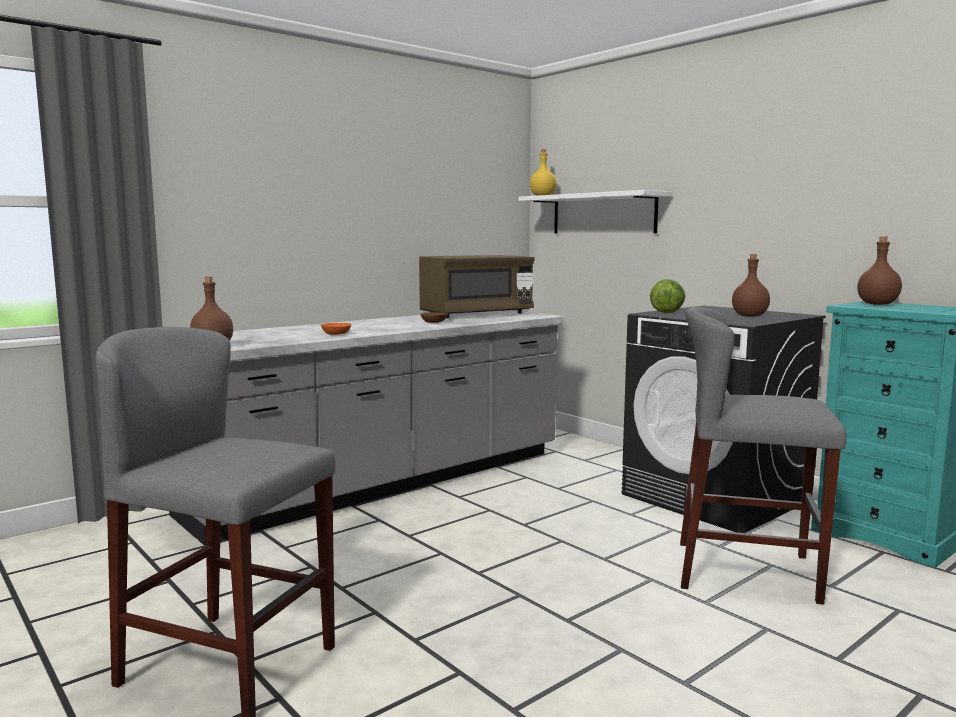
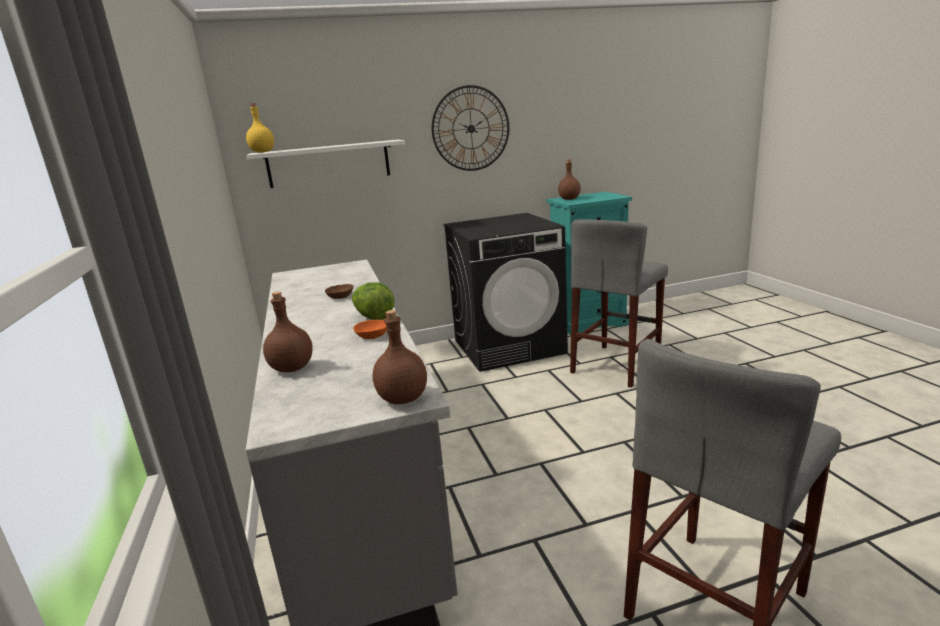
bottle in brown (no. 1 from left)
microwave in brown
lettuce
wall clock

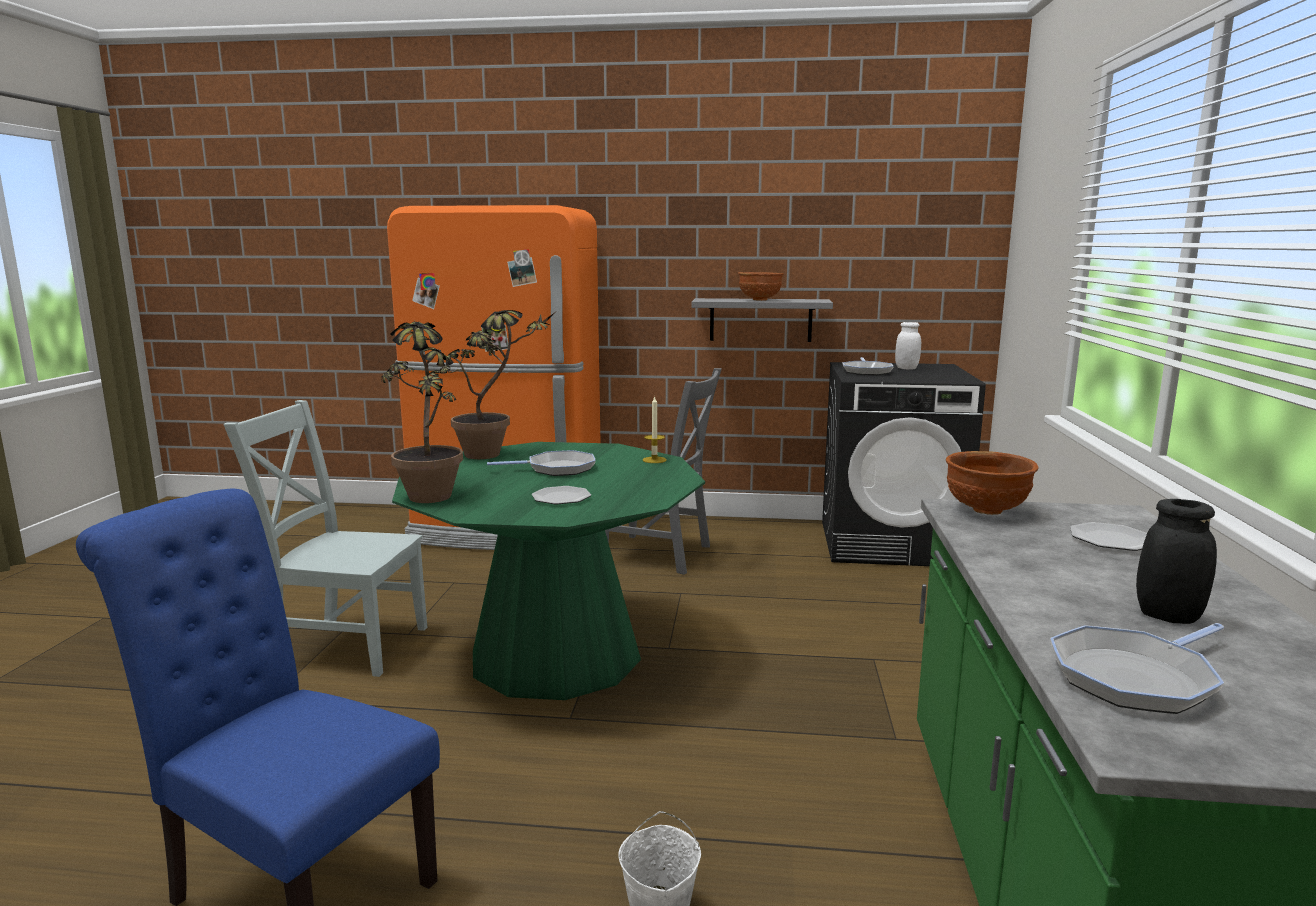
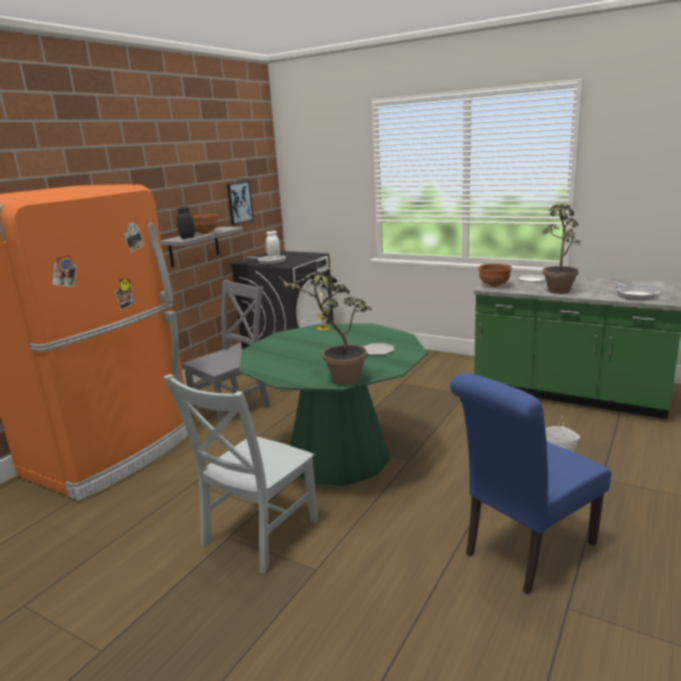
potted plant (no. 2 from left)
frying pan (no. 1 from left in the first image)
jar in black
picture

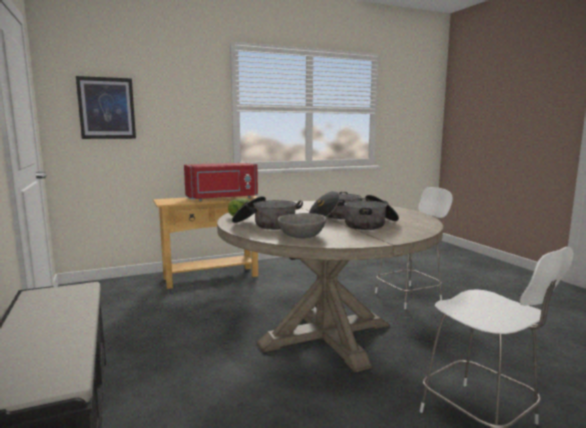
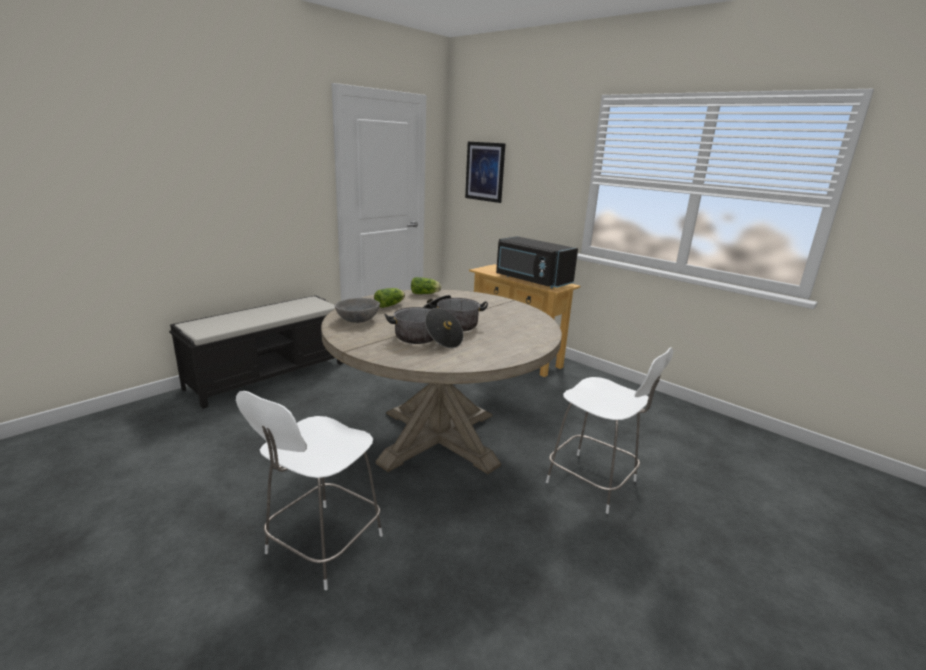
microwave in black
lettuce (no. 1 from left)

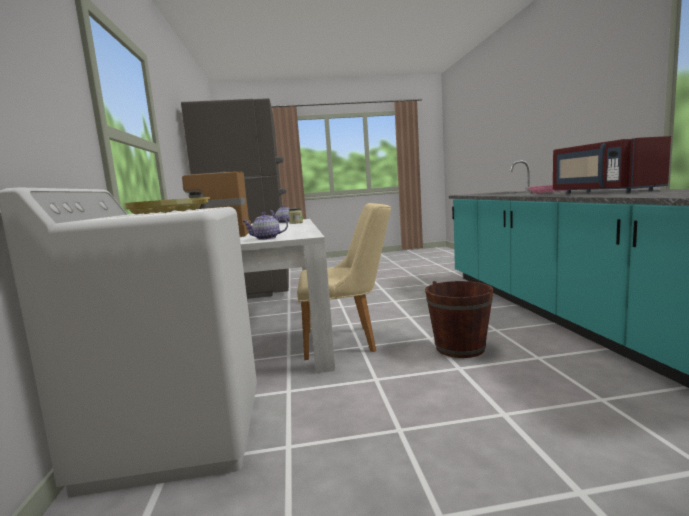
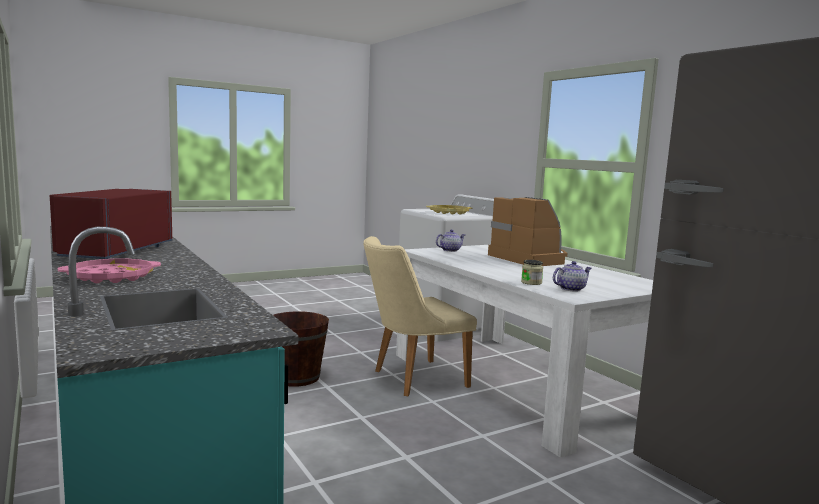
microwave in red

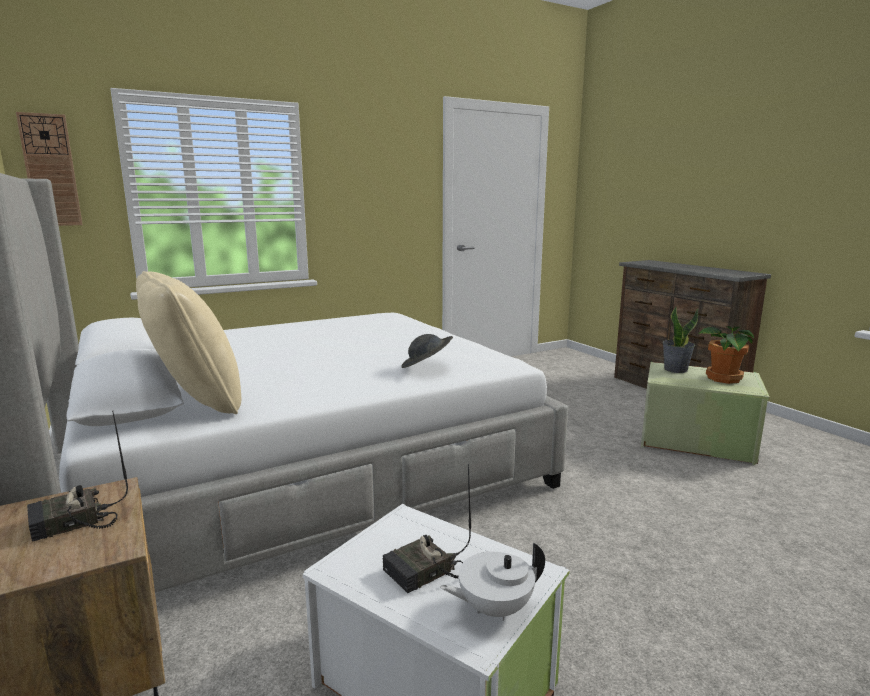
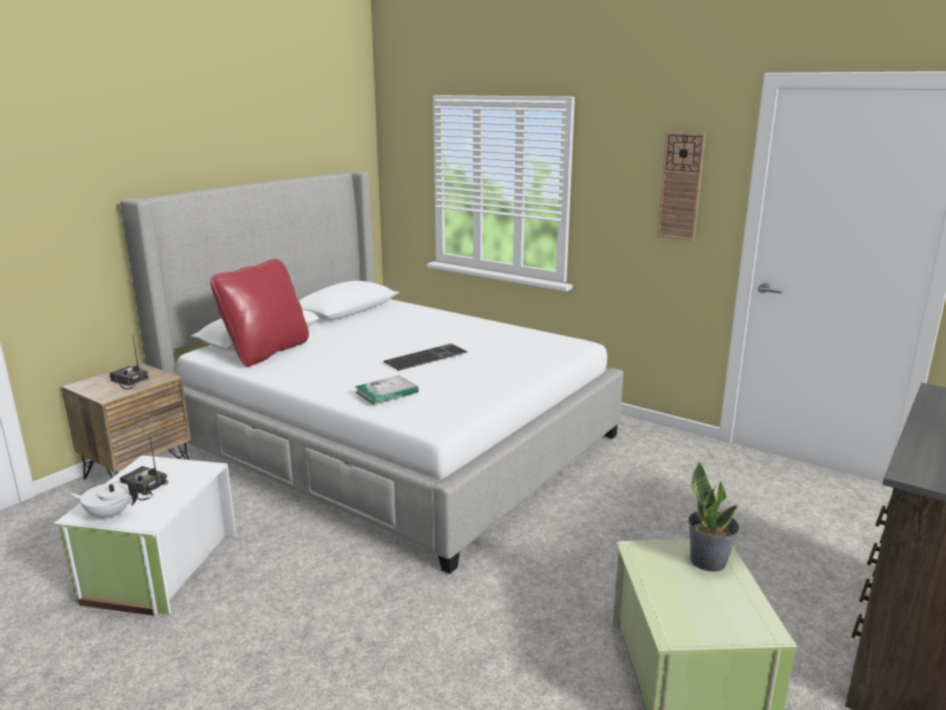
wall clock
pillow in red
potted plant (no. 2 from left in the first image)
book
teapot in white
keyboard

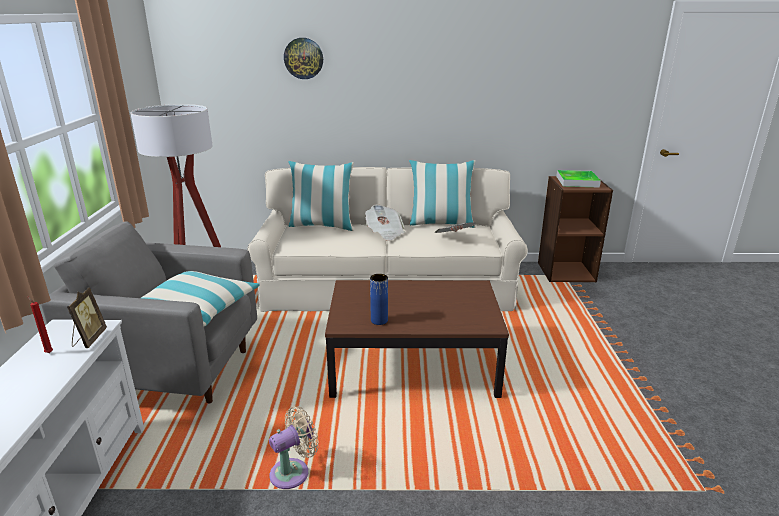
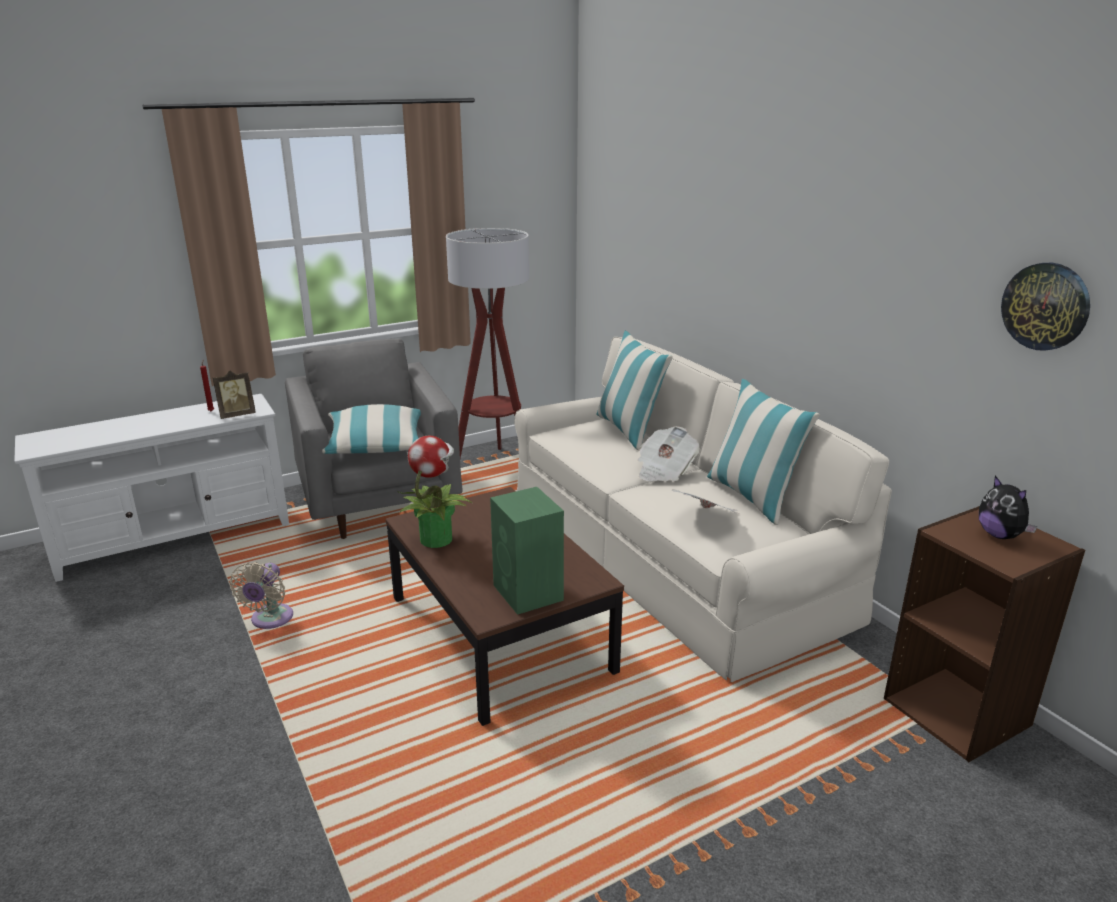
wall clock
plush toy
potted plant
fan in beige
speaker in green

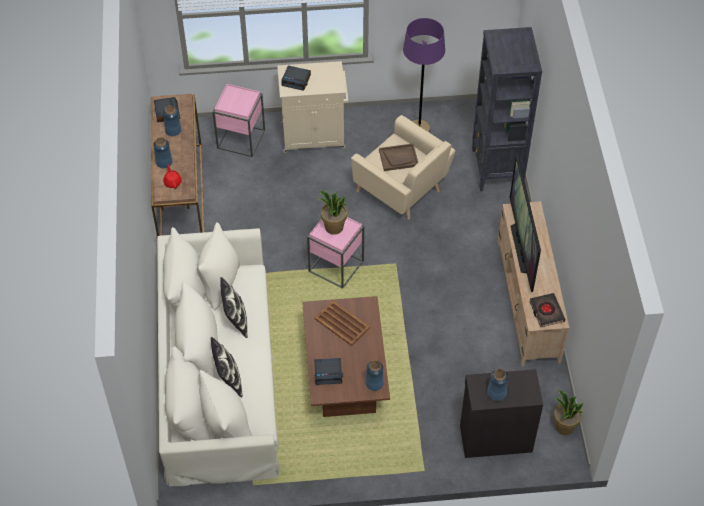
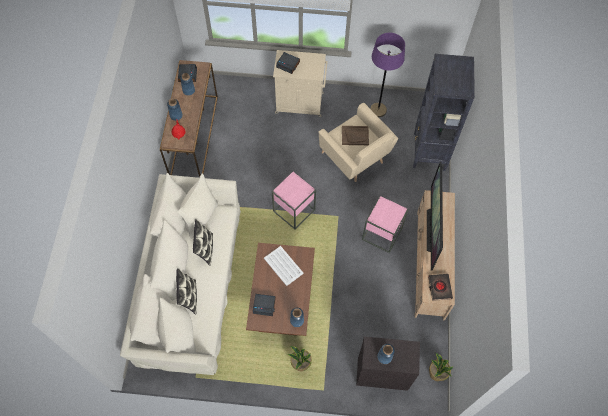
side table in pink (no. 2 from left)
potted plant (no. 1 from left)
tray in white

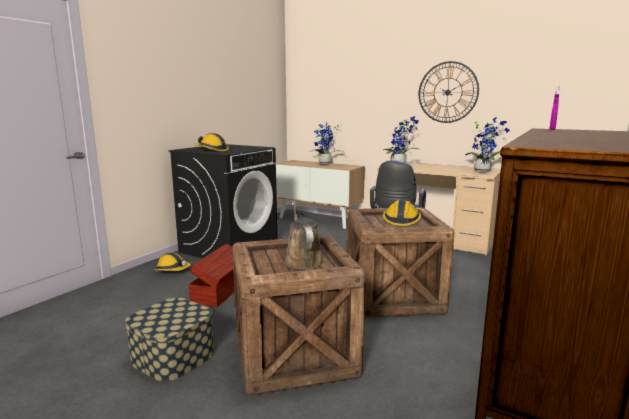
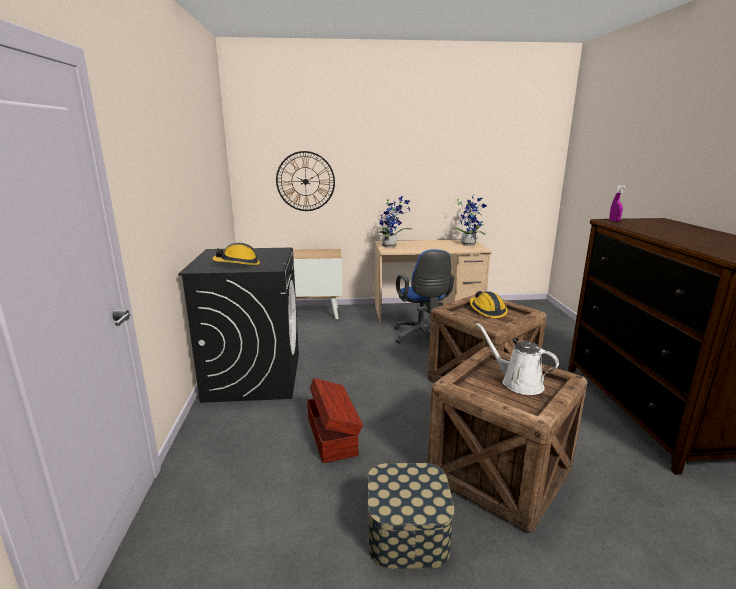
wall clock
potted plant (no. 1 from left in the first image)
watering can in white
hard hat (no. 1 from left in the first image)

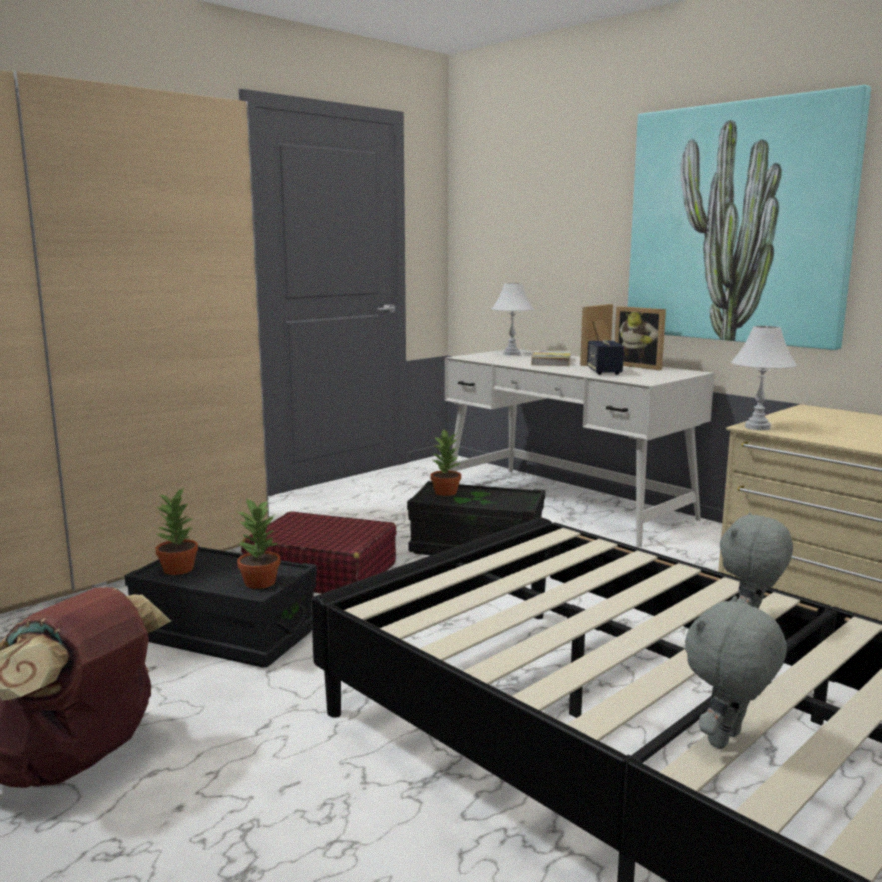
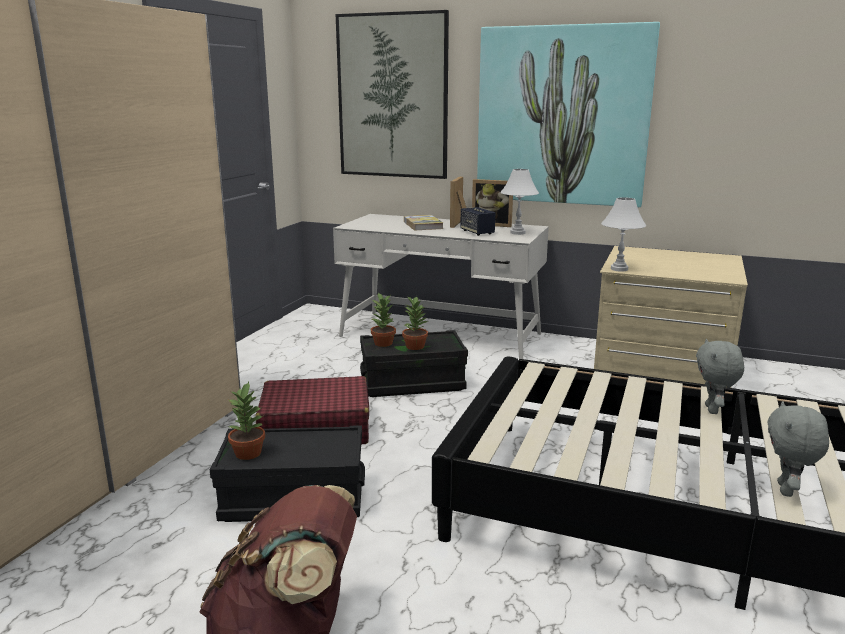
table lamp in white (no. 1 from left)
potted plant (no. 3 from left)
picture (no. 1 from left)

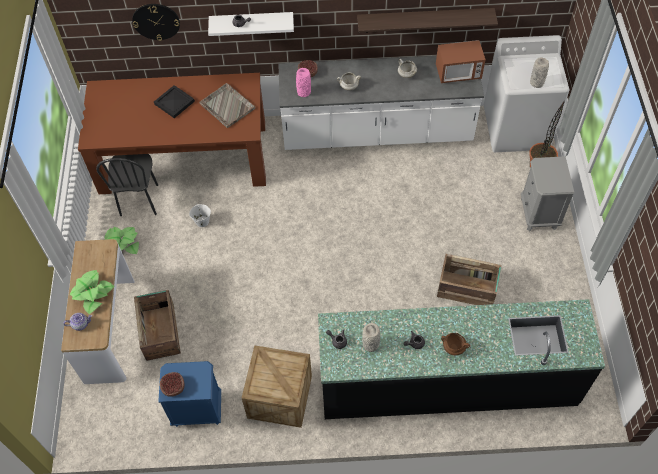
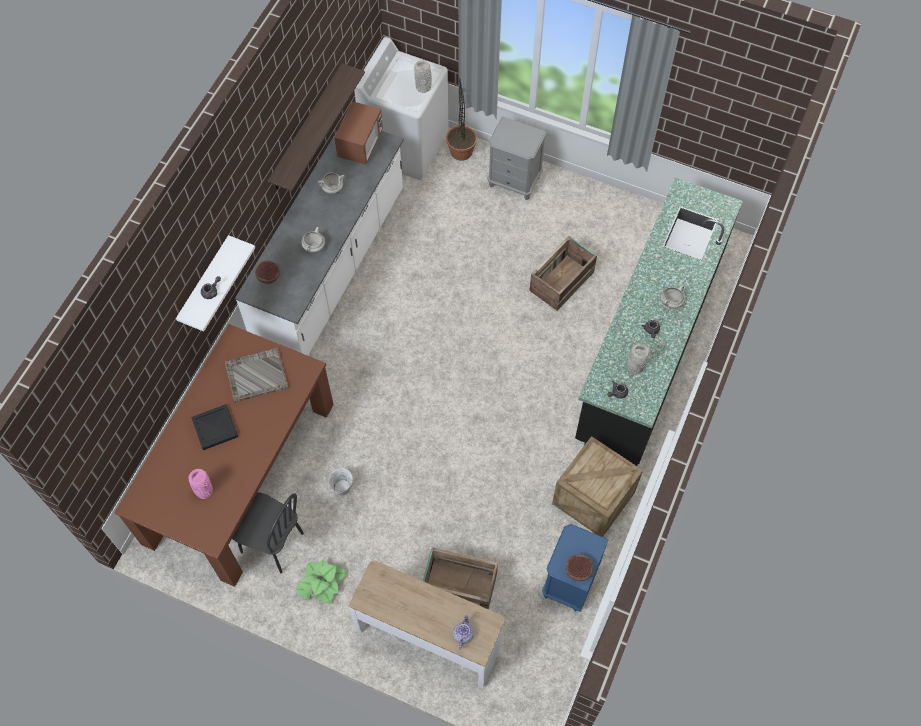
wall clock
vase in pink
potted plant (no. 1 from left in the first image)
cooking pot in white (no. 3 from left)

